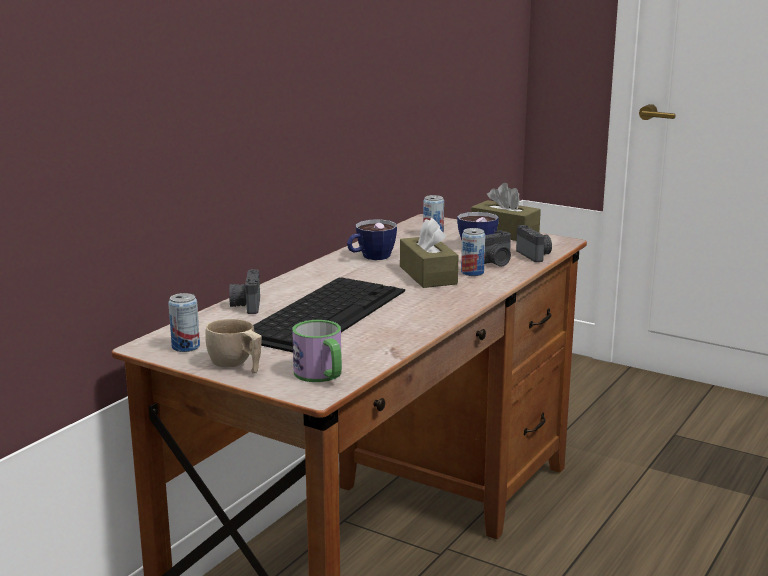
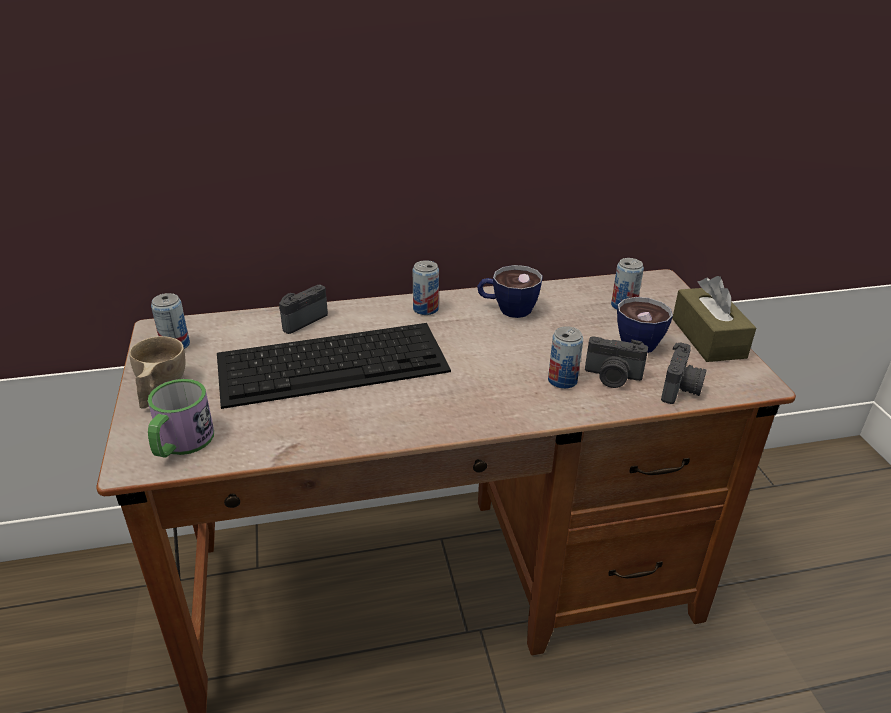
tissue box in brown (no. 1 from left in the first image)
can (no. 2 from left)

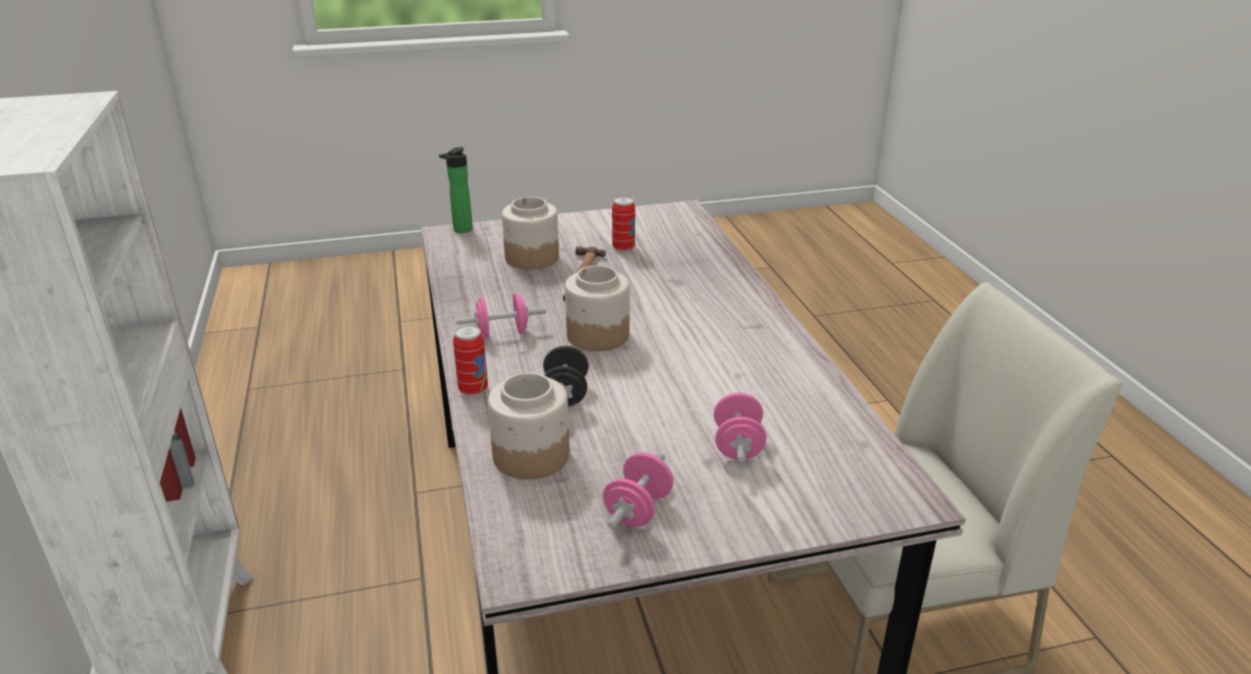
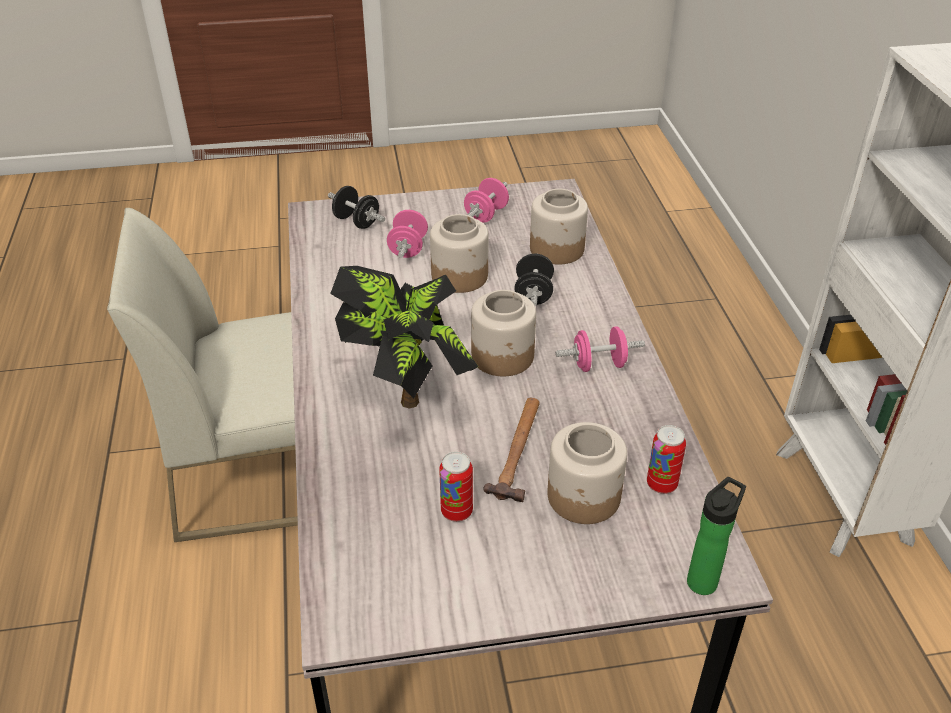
can (no. 2 from left)
dumbbell in black (no. 1 from left)
jar (no. 1 from left)
potted plant

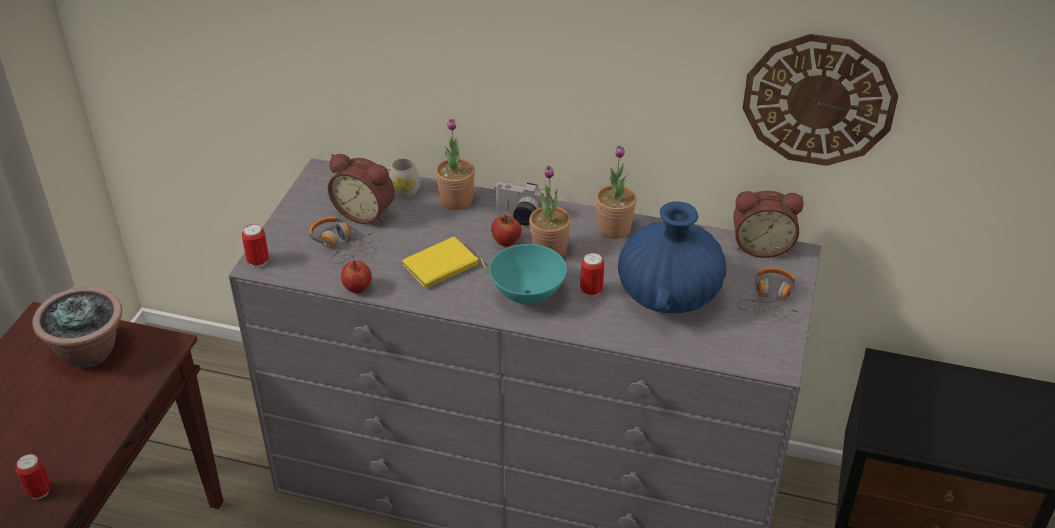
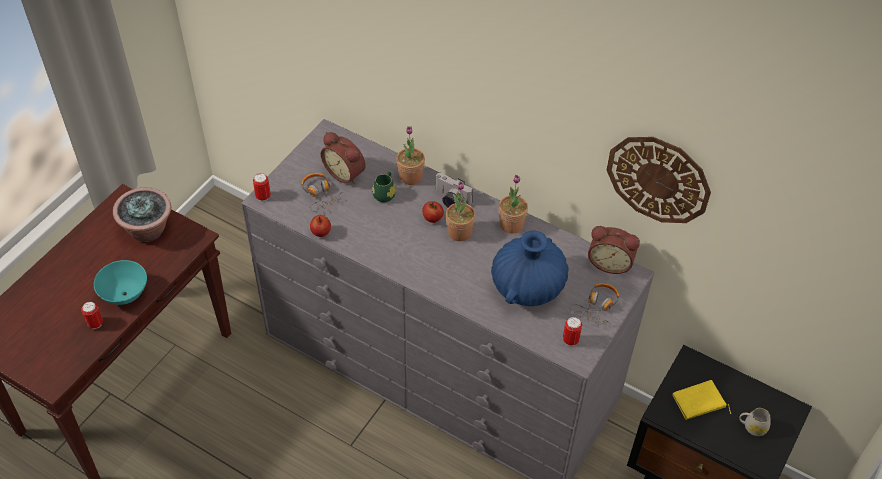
mug in white
book in yellow
bowl in turquoise
can (no. 3 from left)
mug in green

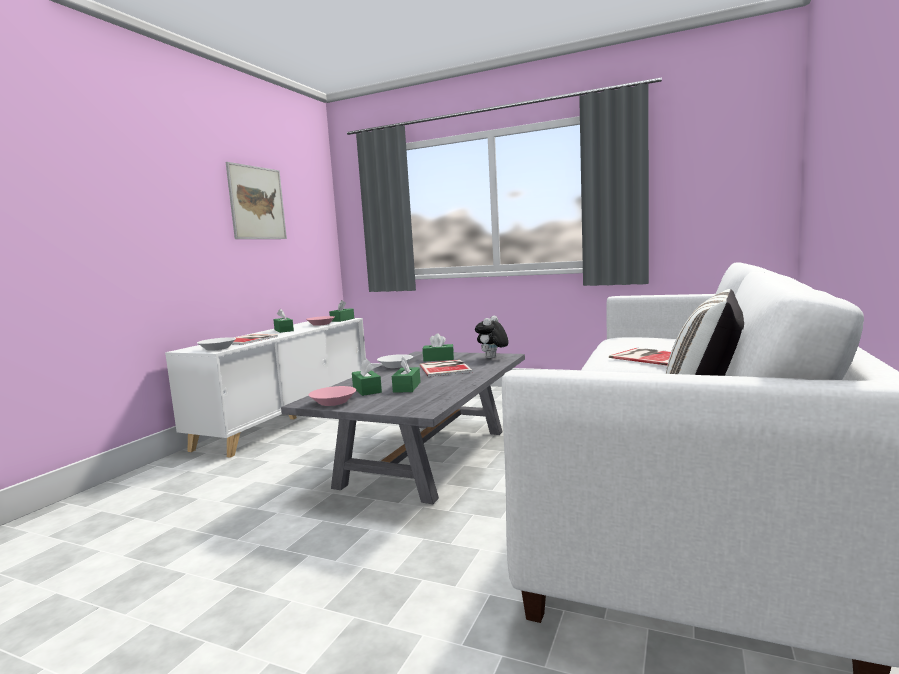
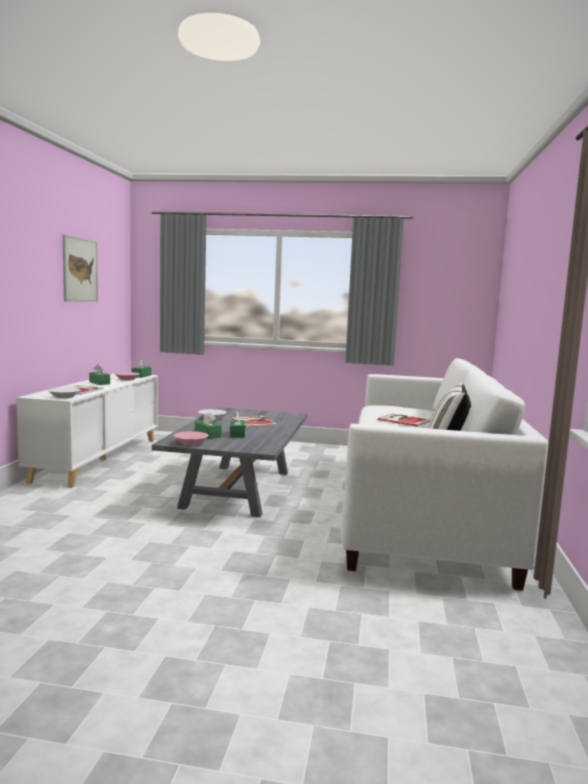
plush toy
tissue box in green (no. 5 from left in the first image)

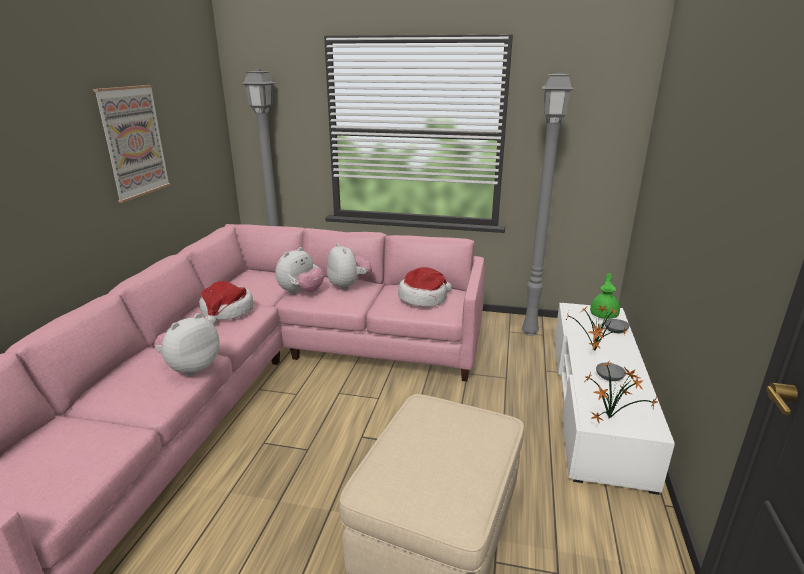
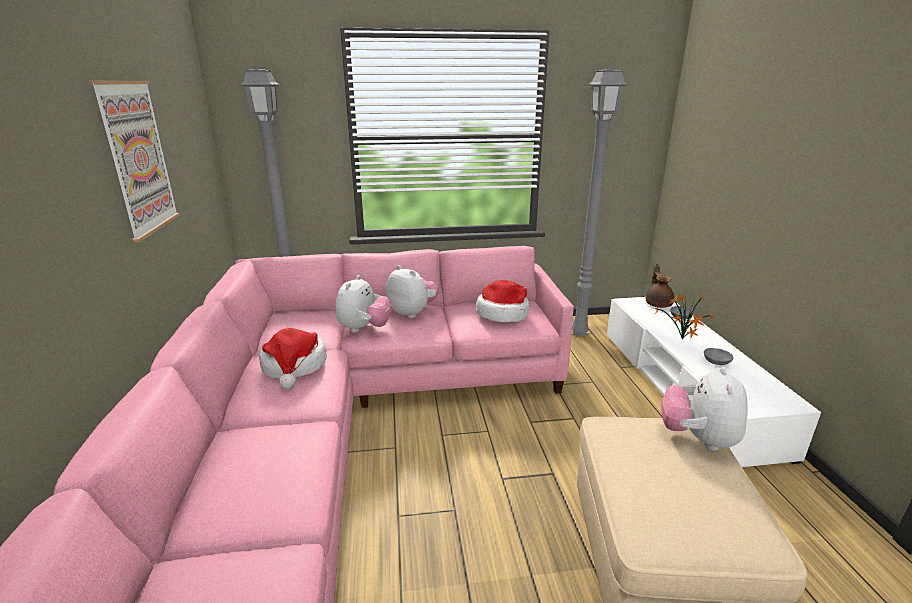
teapot in brown
plush toy (no. 3 from left)
potted plant (no. 2 from left in the first image)

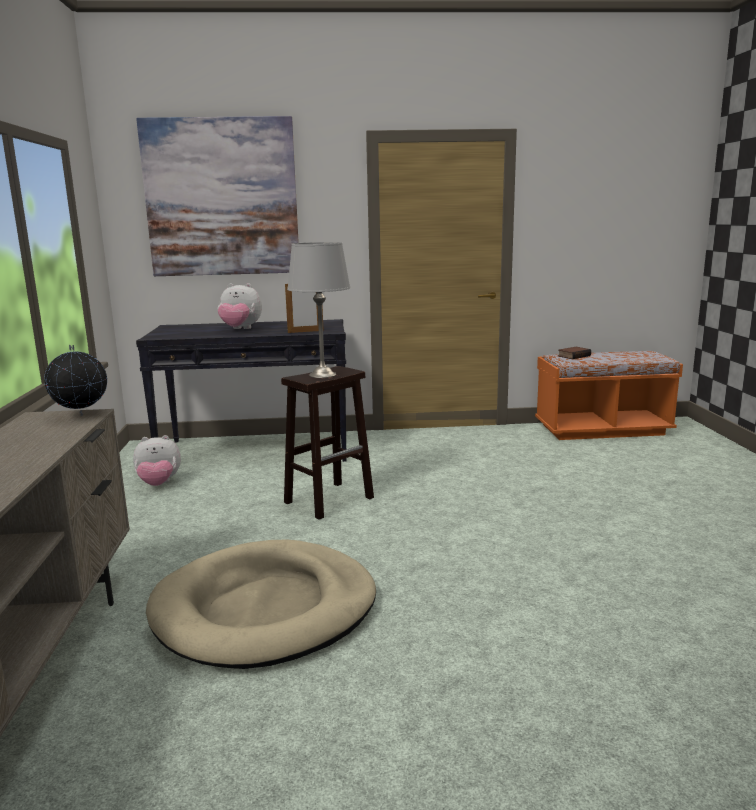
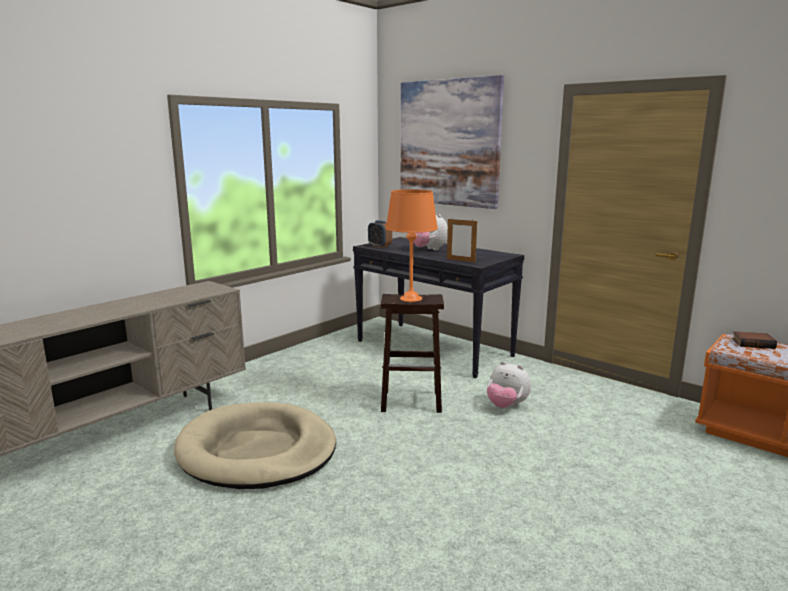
table lamp in orange
globe
plush toy (no. 2 from left)
alarm clock

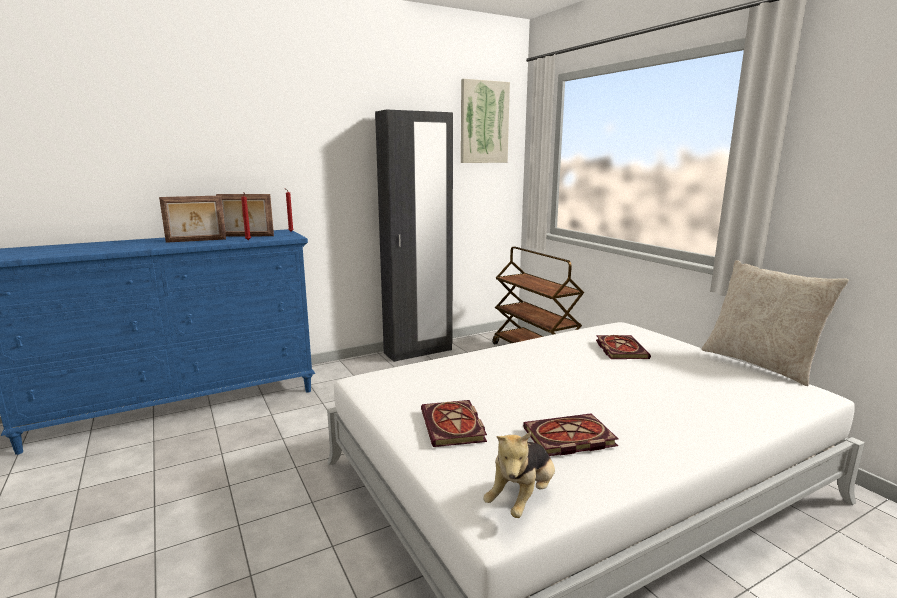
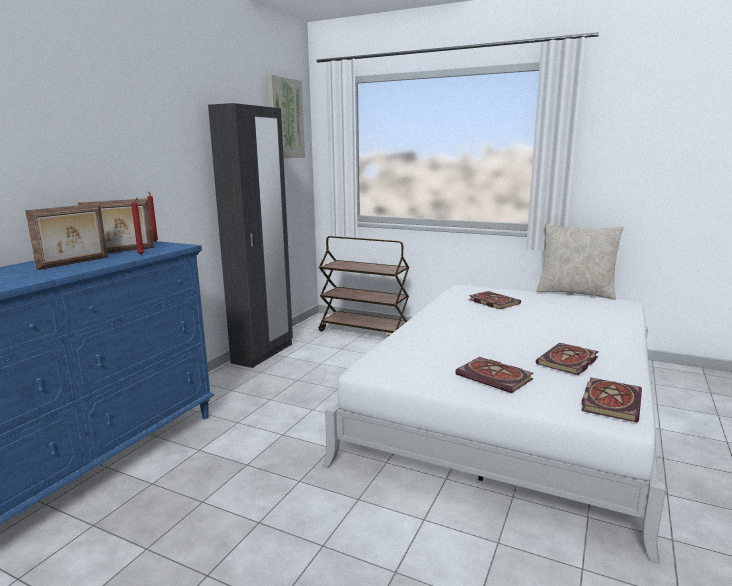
book (no. 4 from left)

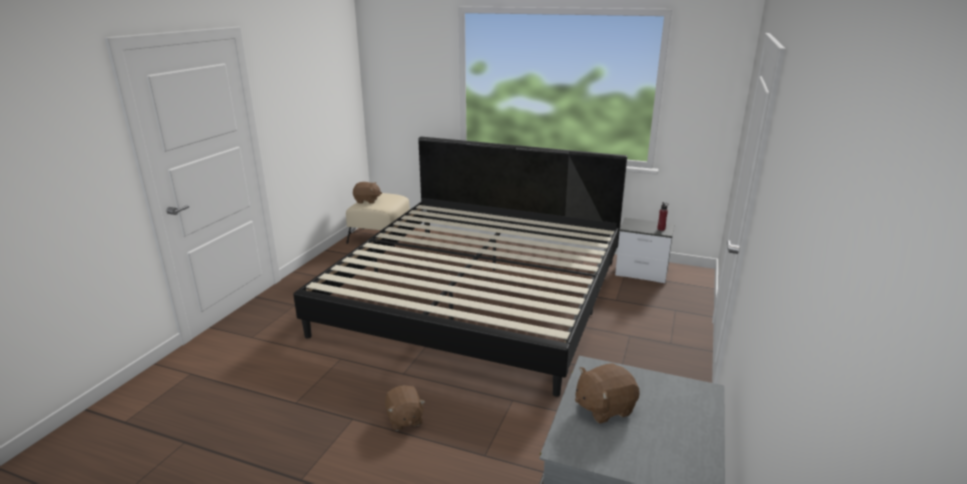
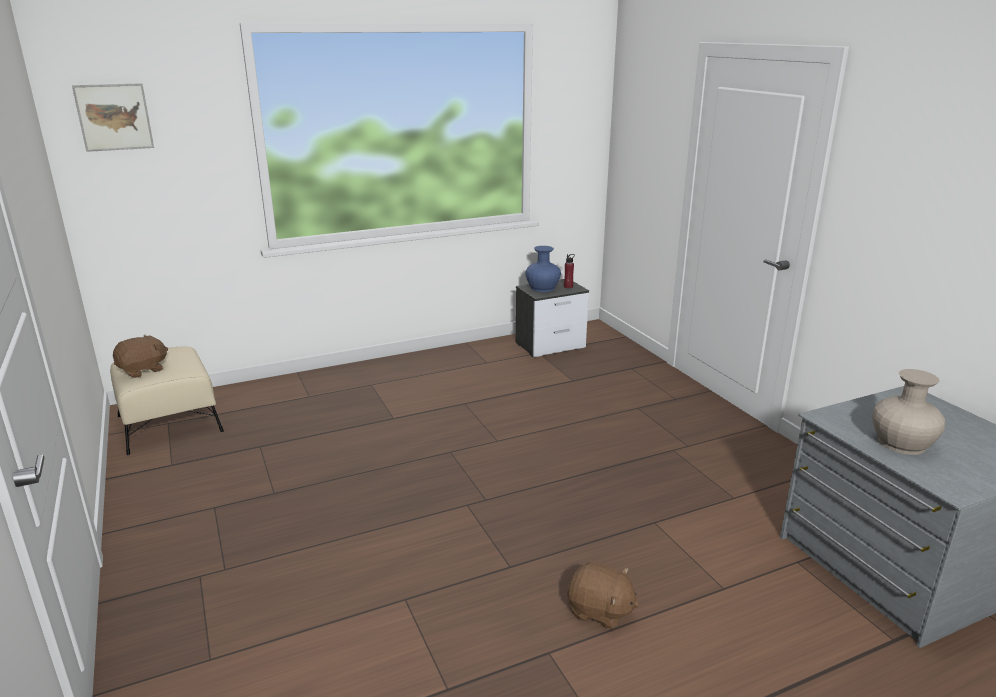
bed
vase in beige
picture
vase in blue

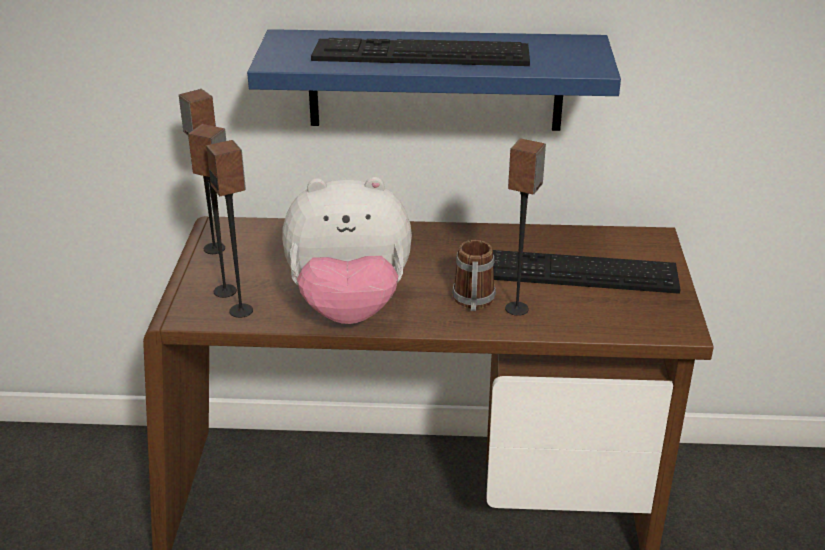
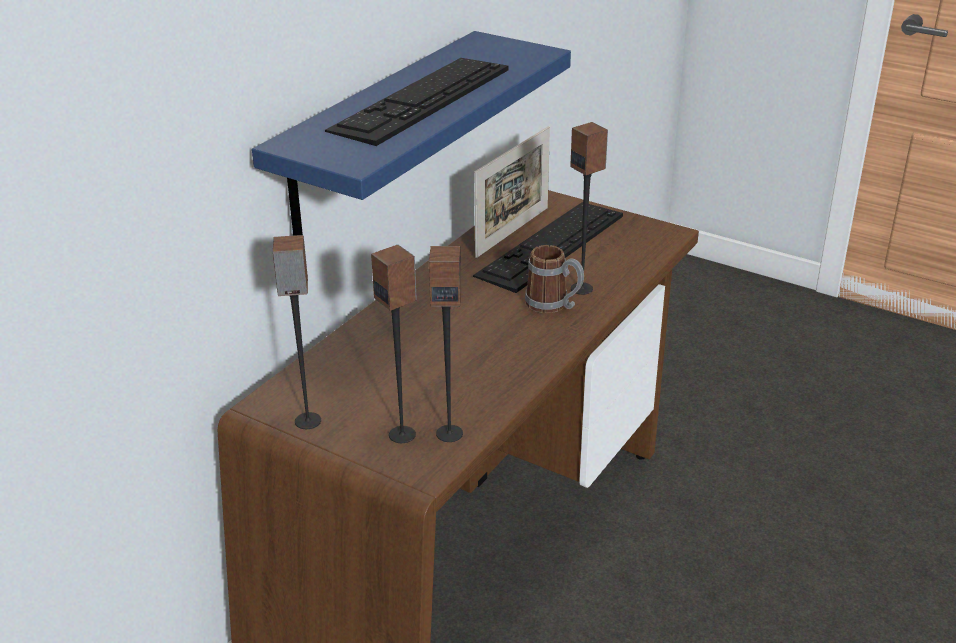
plush toy
picture frame

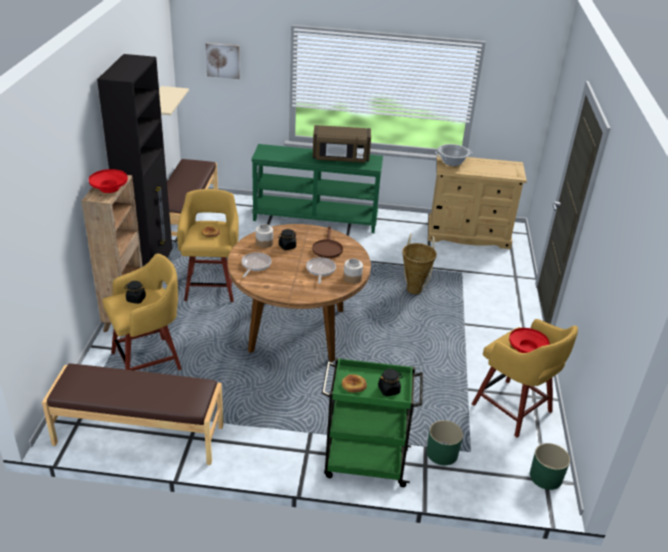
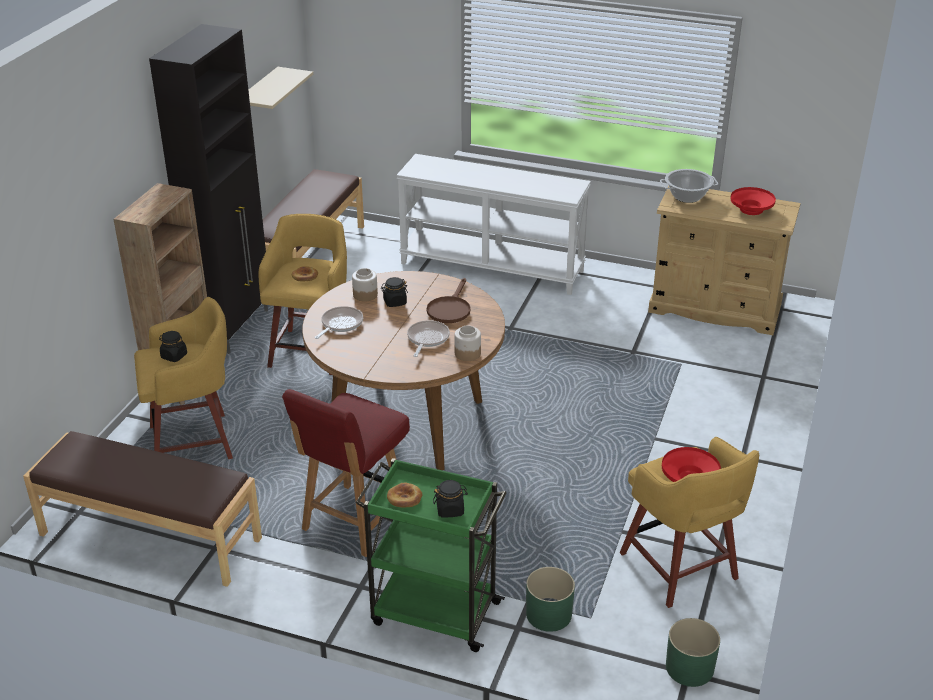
picture
microwave in brown
console table in white
bowl in red (no. 2 from left)
basket
chair in red

